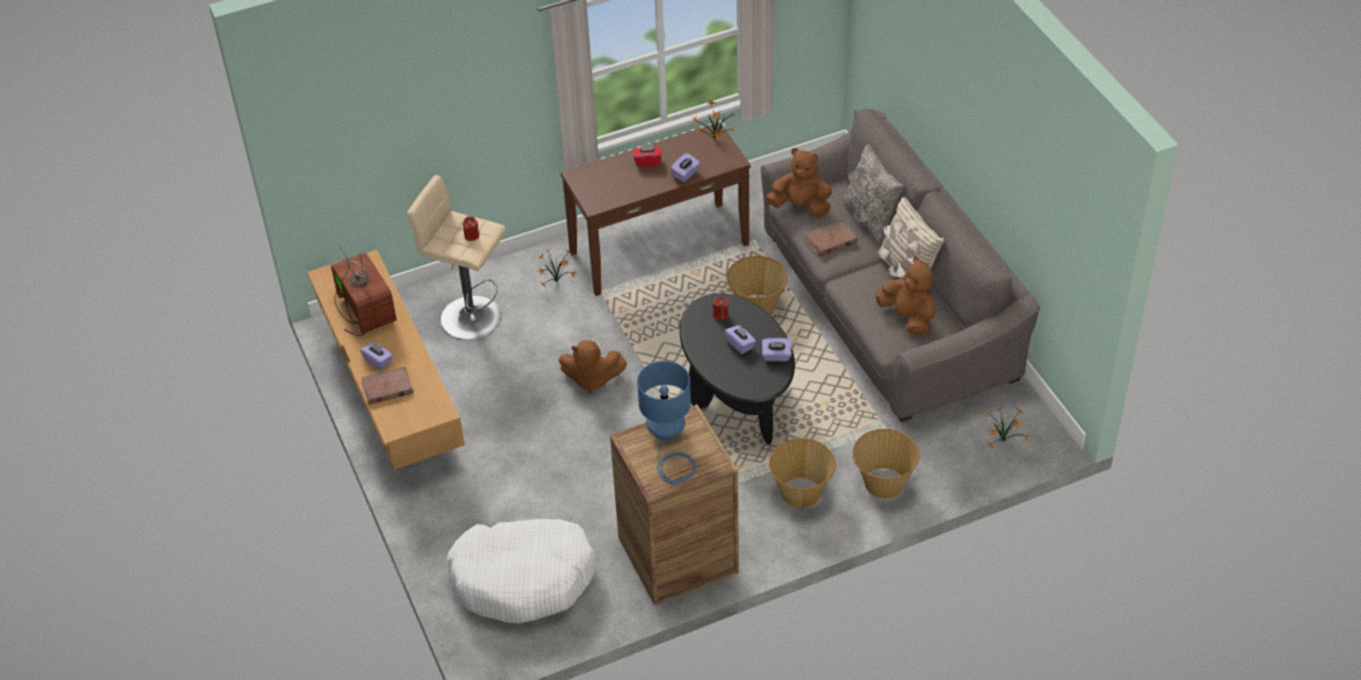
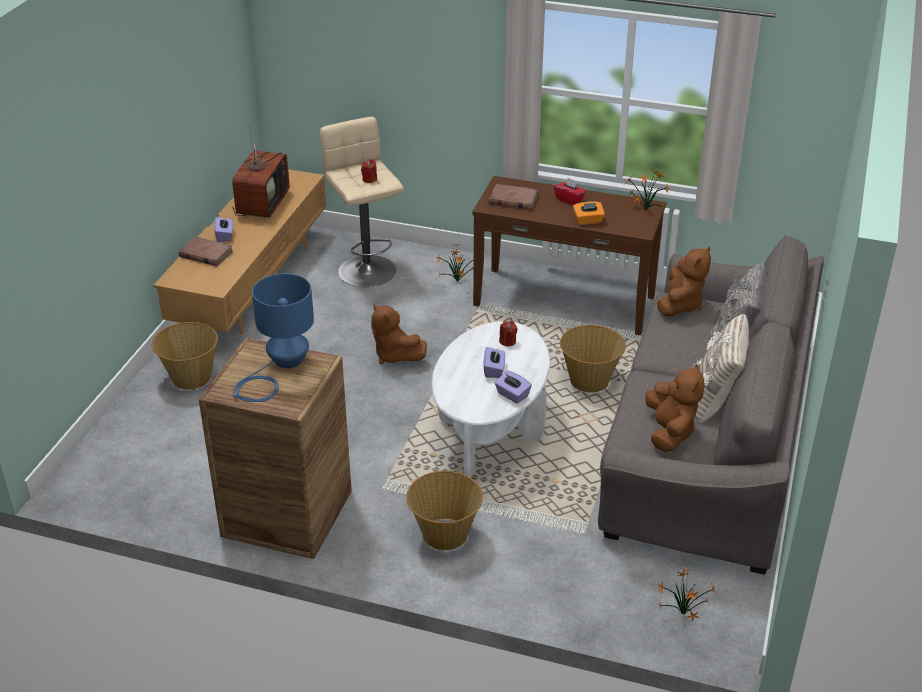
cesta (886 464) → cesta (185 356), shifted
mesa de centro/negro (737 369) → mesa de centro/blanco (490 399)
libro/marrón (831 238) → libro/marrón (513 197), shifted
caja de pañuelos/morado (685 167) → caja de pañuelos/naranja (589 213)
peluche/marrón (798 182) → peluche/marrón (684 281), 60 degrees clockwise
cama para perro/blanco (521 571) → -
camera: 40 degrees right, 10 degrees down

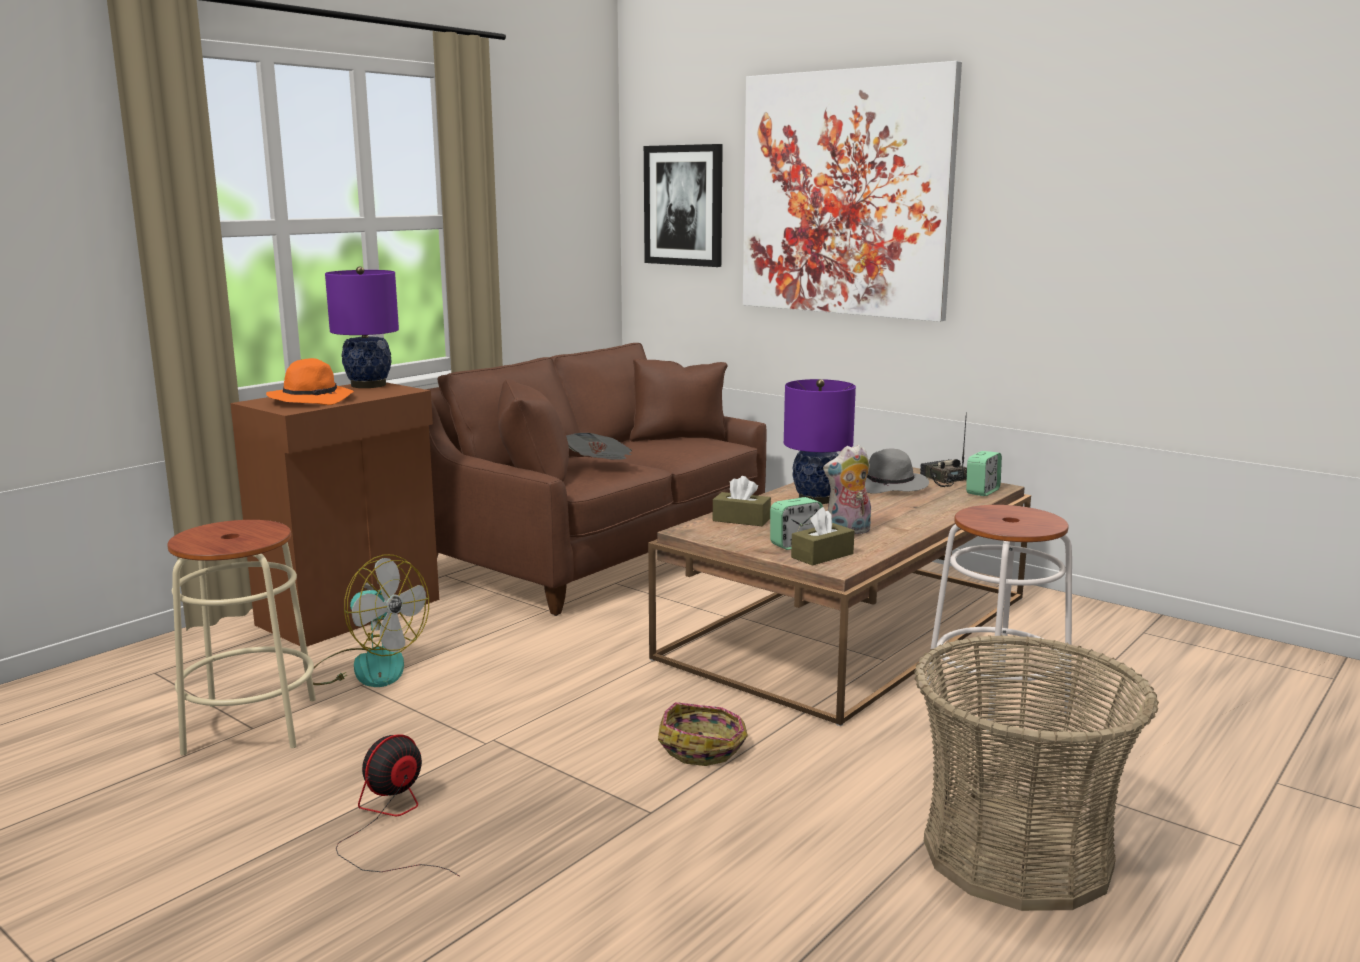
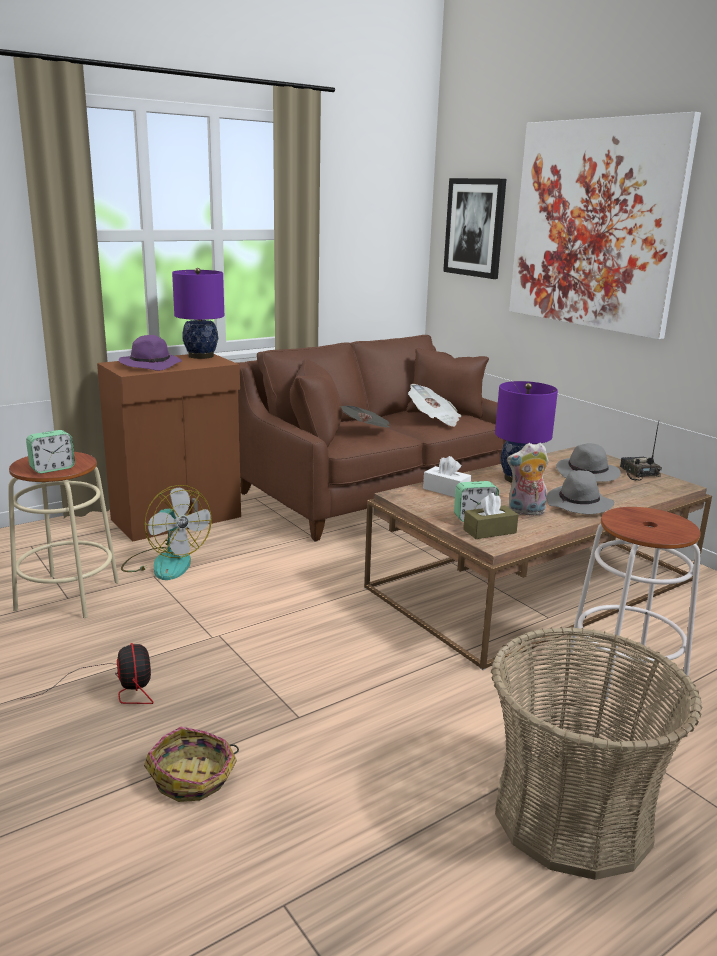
ventilador (398 805) → ventilador (88 673), 105 degrees clockwise
despertador (984 473) → despertador (50 451), shifted
sombrero/naranja (310 381) → sombrero/morado (150 353)
cesta (703 734) → cesta (191 764), shifted
- → periódico (434 405)
caja de pañuelos/marrón (742 501) → caja de pañuelos/blanco (447 476)
- → sombrero/gris (580 492)
camera: 15 degrees right, 5 degrees up

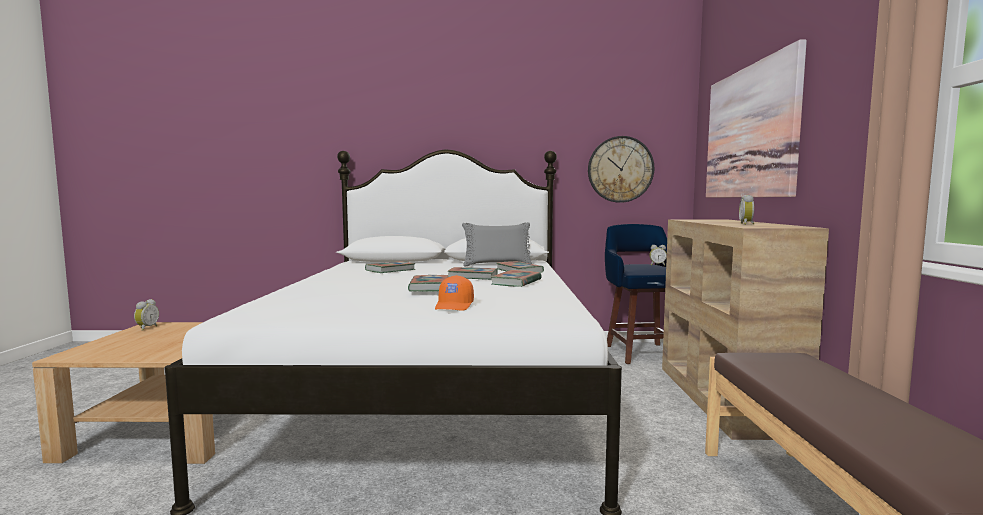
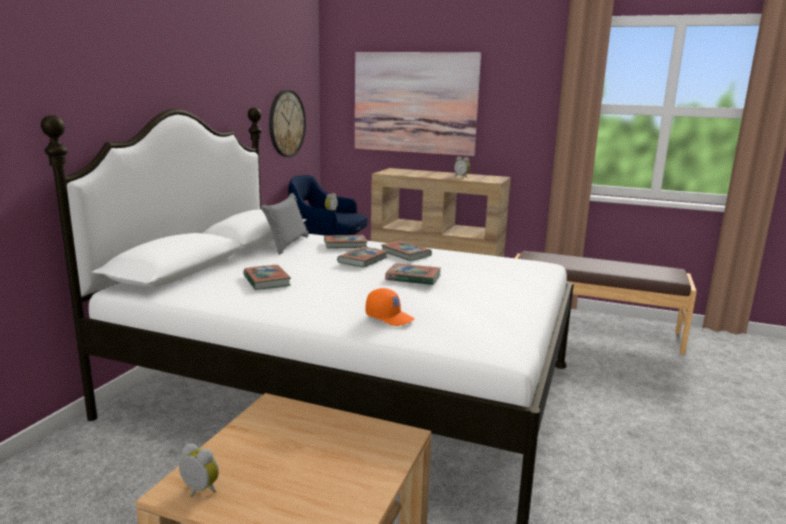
gorra/naranja (454 293) → gorra/naranja (390 307), shifted
camera: 70 degrees left, 10 degrees up

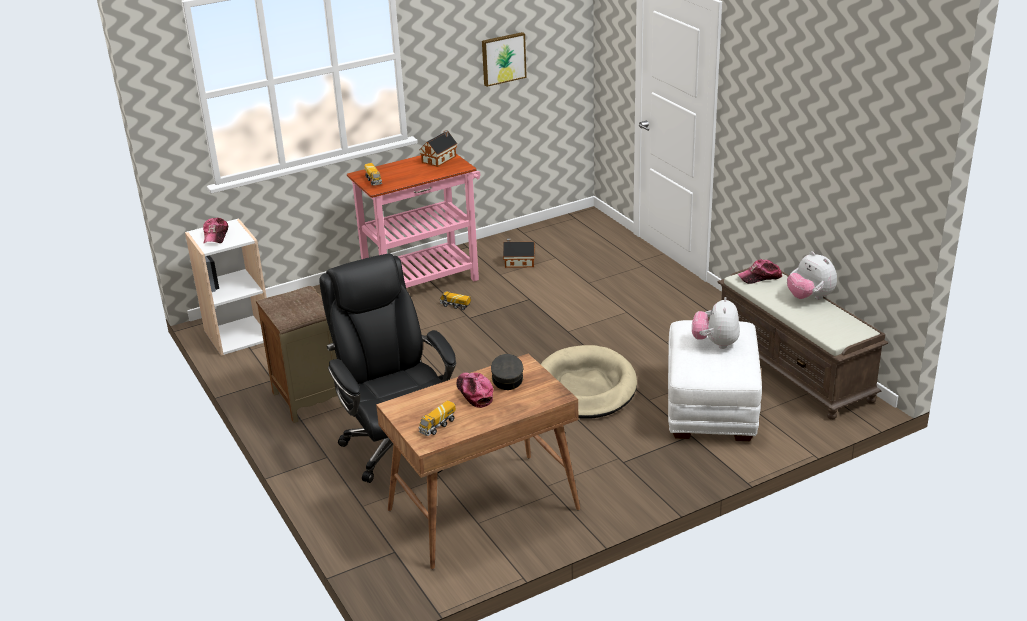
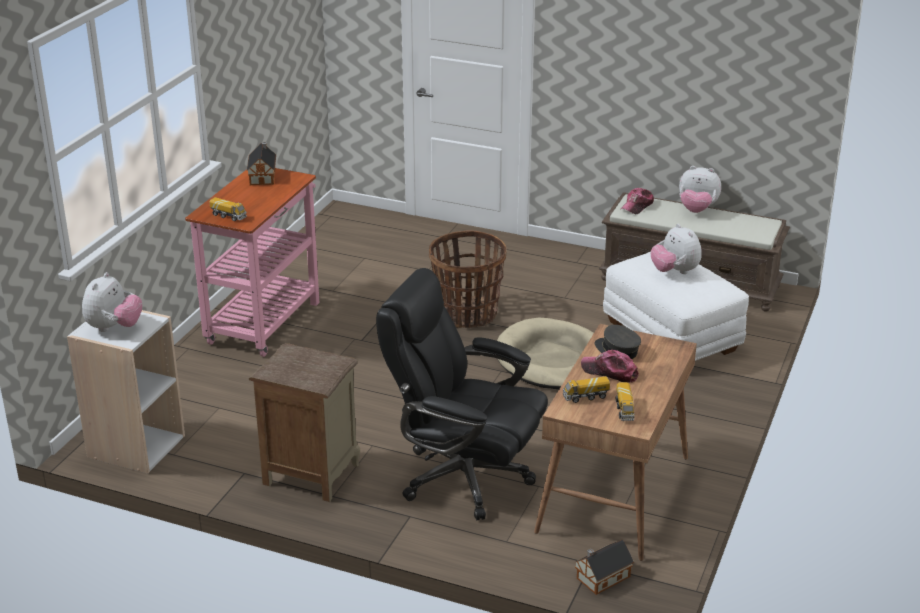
gorra (215 230) → peluche (112 302)
- → cesta (468 279)
camión de juguete (455 300) → camión de juguete (586 389), shifted
casita (519 253) → casita (604 567), shifted
cuadro (504 59) → -
camera: 40 degrees left, 0 degrees up

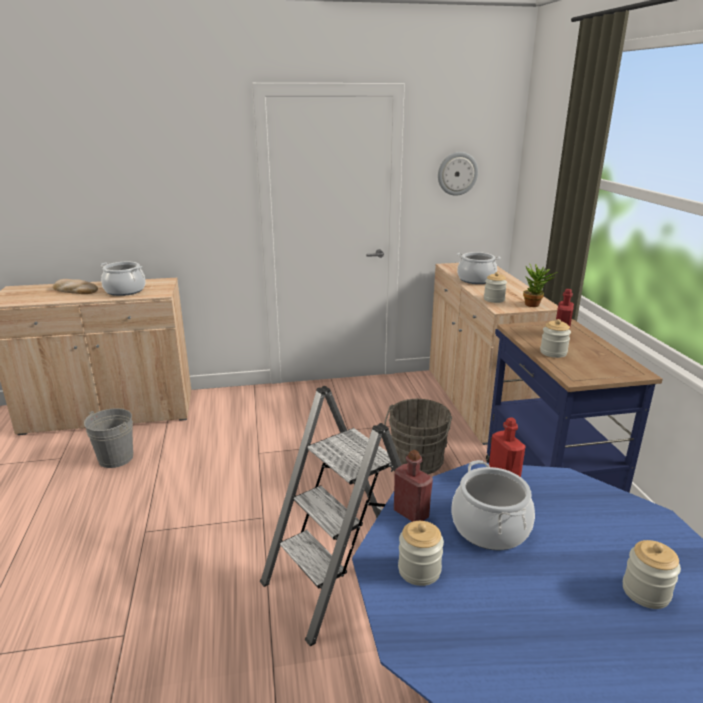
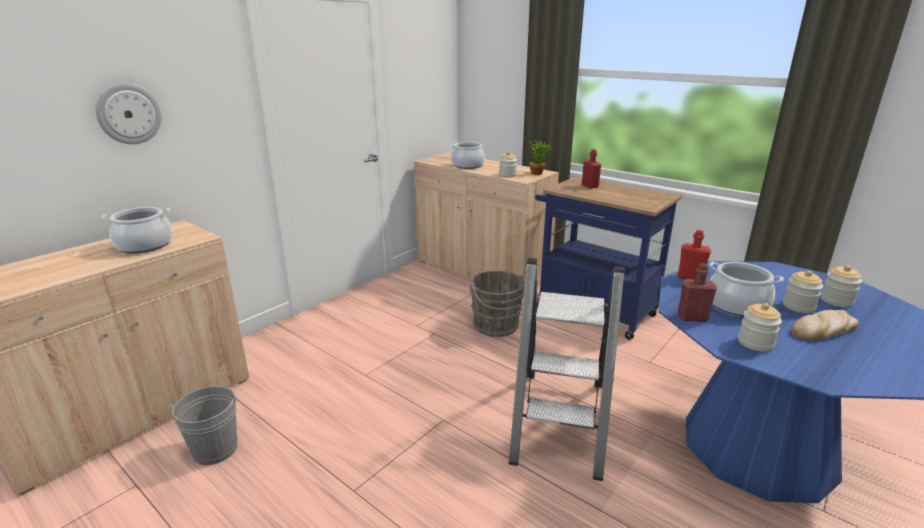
reloj de pared (458 174) → reloj de pared (128 113), shifted
tarro (555 338) → tarro (803 291), shifted
pan (75 286) → pan (824 325), shifted
camera: 40 degrees left, 0 degrees up

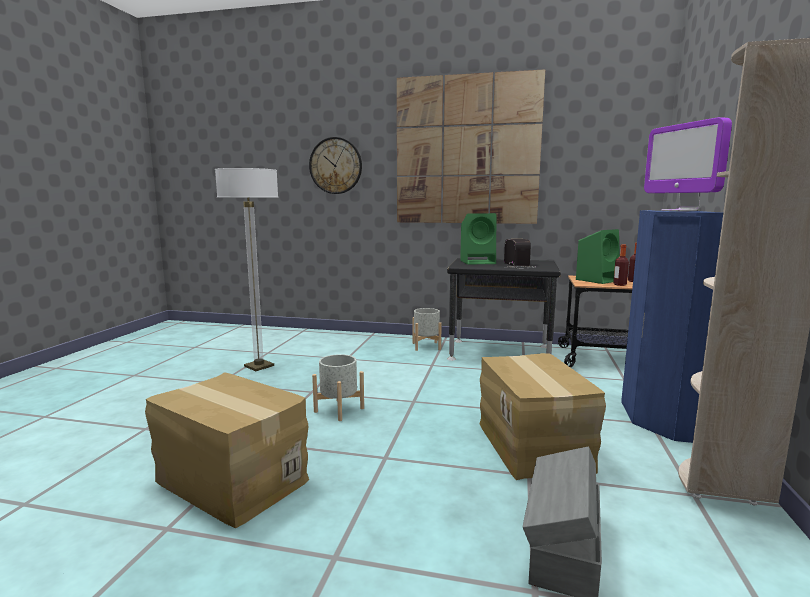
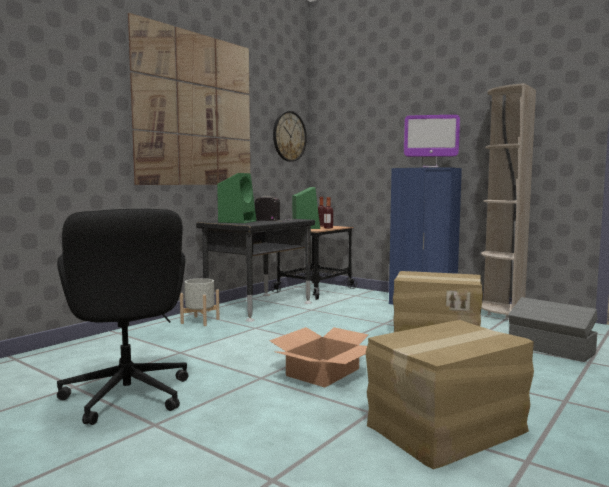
lámpara de pie (247 269) → silla de oficina/negro (122 317)
maceta/gris (338 387) → caja de cartón (318 357)
reloj de pared (335 165) → reloj de pared (290 136), shifted
camera: 65 degrees left, 5 degrees down

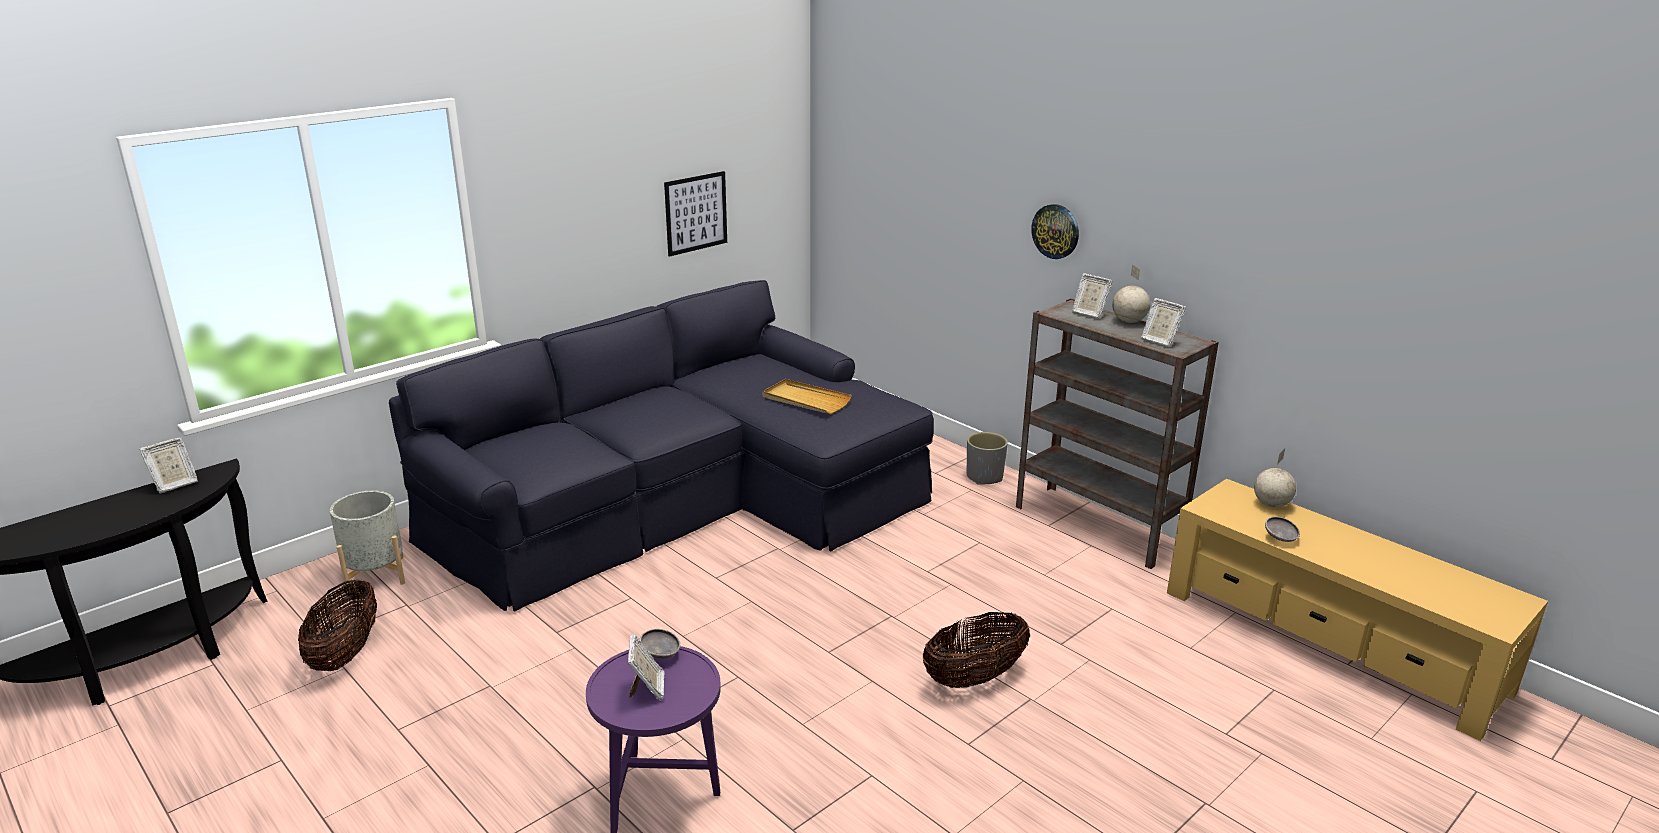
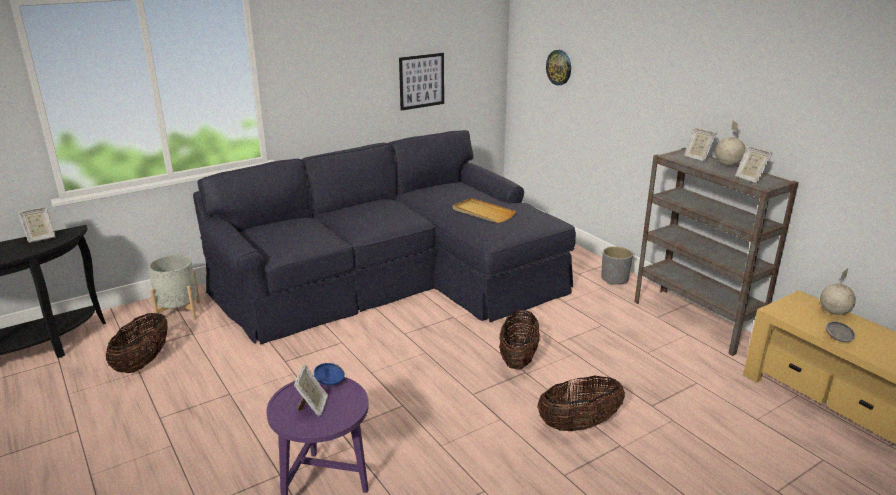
cuenco/gris (659 644) → cuenco/azul (329 374)
- → cesta (519 340)
reloj de pared (1055 231) → reloj de pared (558 67), shifted
camera: 10 degrees right, 0 degrees up

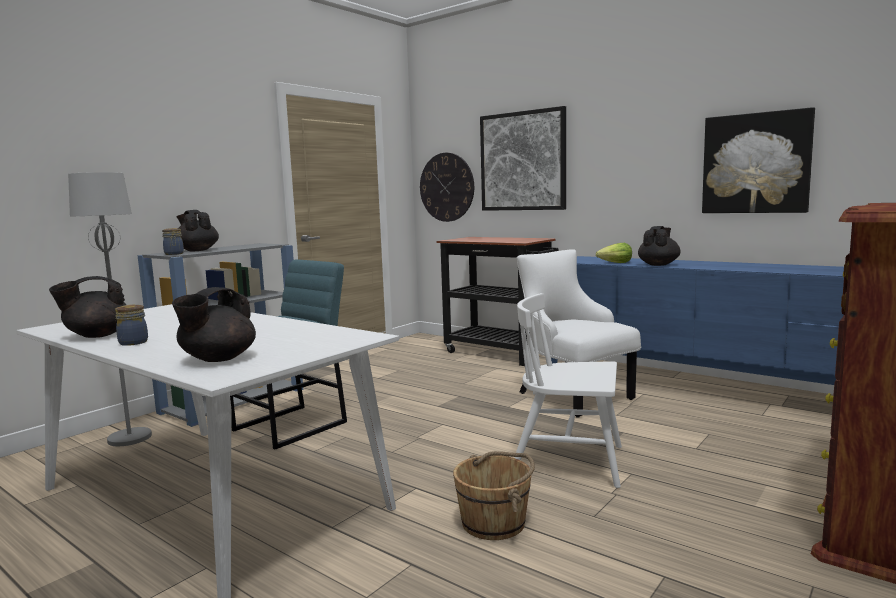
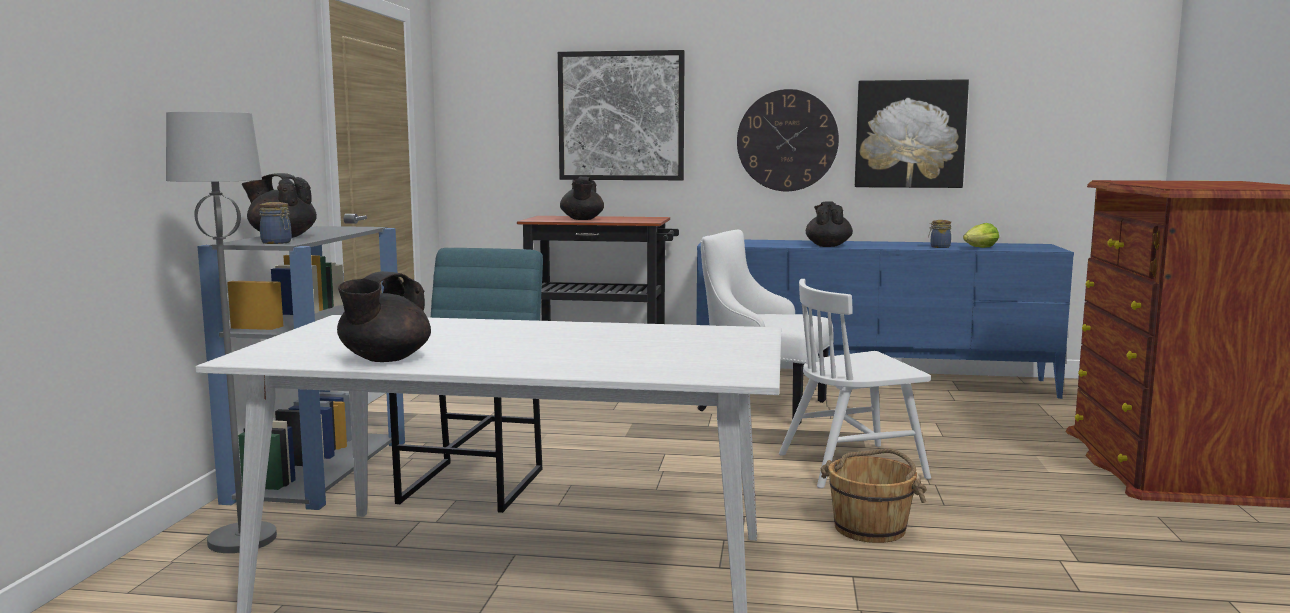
tetera/negro (214 324) → tetera/negro (582 198), shifted
reloj de pared (447 187) → reloj de pared (788 140), shifted
tarro (131 325) → tarro (940 234), shifted
lechuga (614 253) → lechuga (981 235), shifted
camera: 30 degrees left, 0 degrees up

